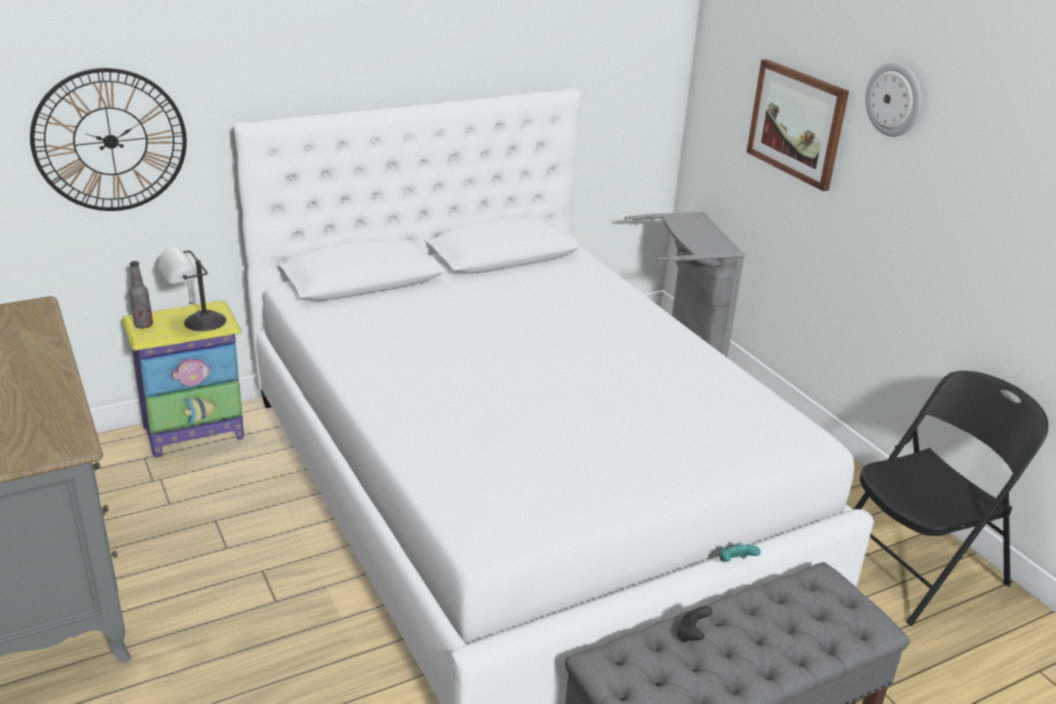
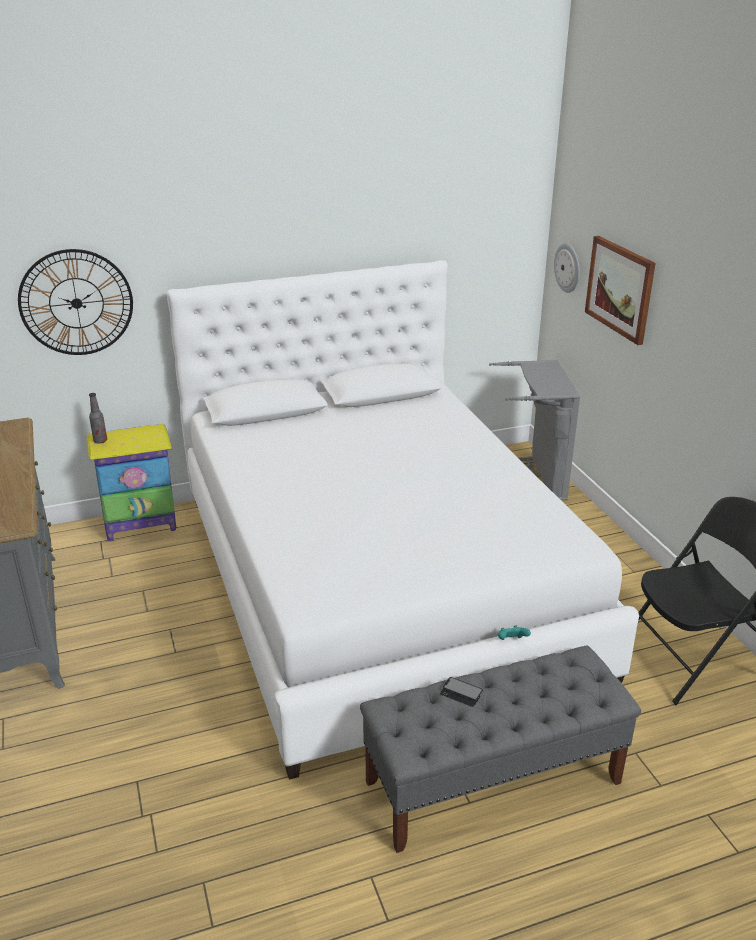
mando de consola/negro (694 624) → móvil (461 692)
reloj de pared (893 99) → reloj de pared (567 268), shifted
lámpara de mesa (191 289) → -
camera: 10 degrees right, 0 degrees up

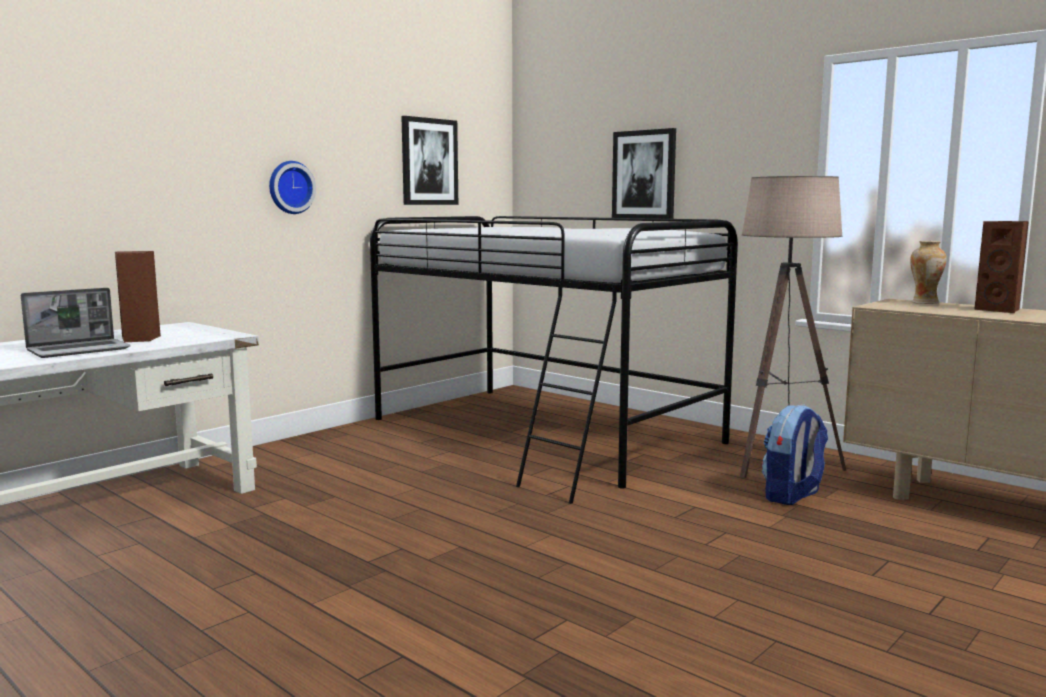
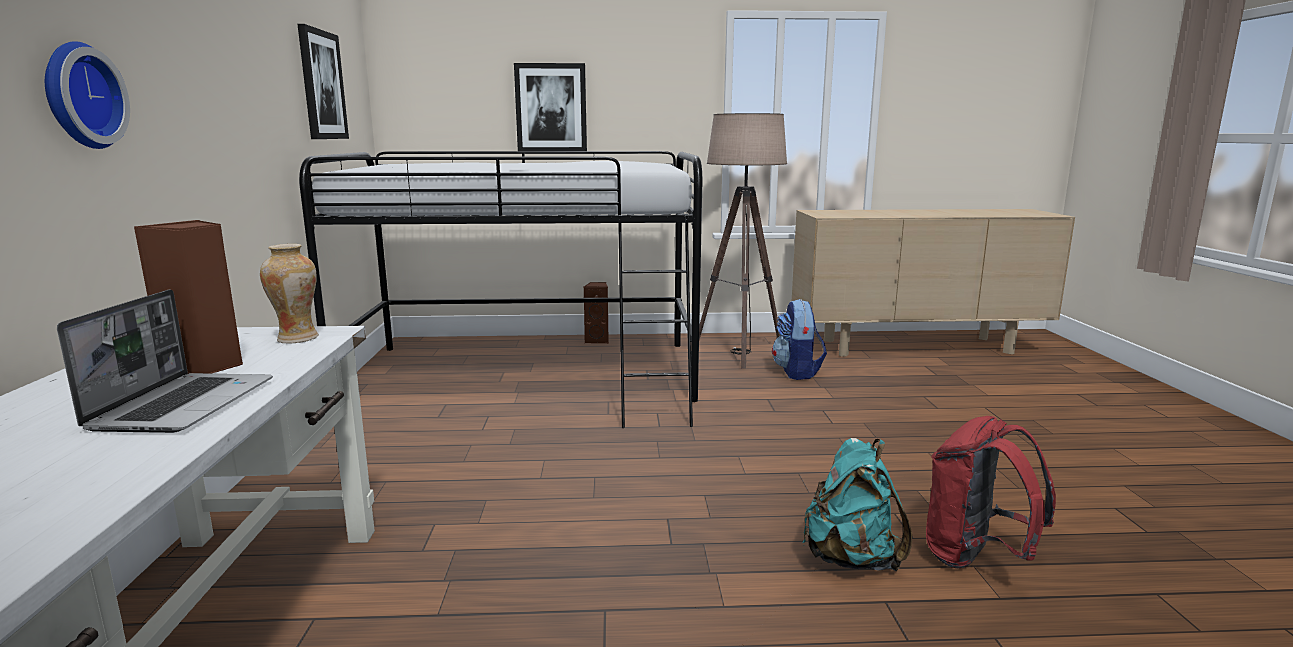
reloj de pared (292 187) → reloj de pared (87 95), shifted
florero (928 272) → florero (289 293), shifted
altavoz/marrón (1001 267) → altavoz/marrón (596 313), shifted
- → mochila/turquesa (857 504)
- → mochila/rojo (991 492)
camera: 45 degrees left, 5 degrees up

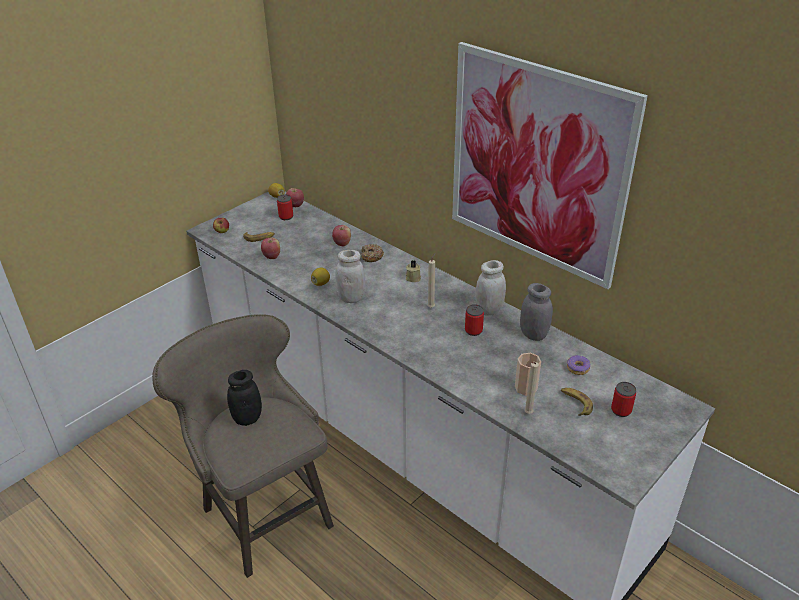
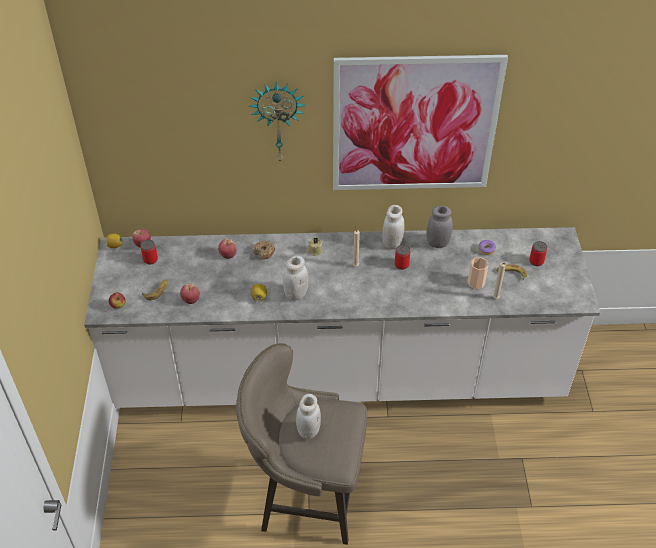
- → reloj de pared (277 121)
tarro/negro (244 398) → tarro/blanco (308 416)
camera: 45 degrees left, 10 degrees up

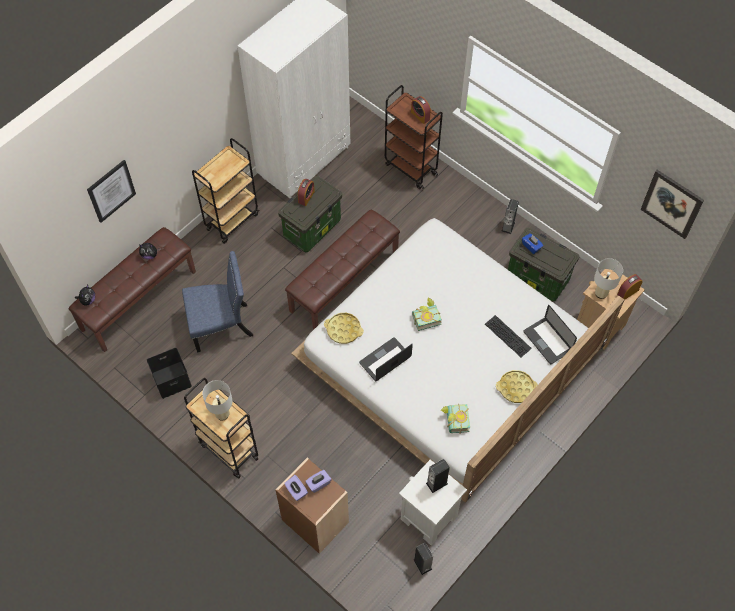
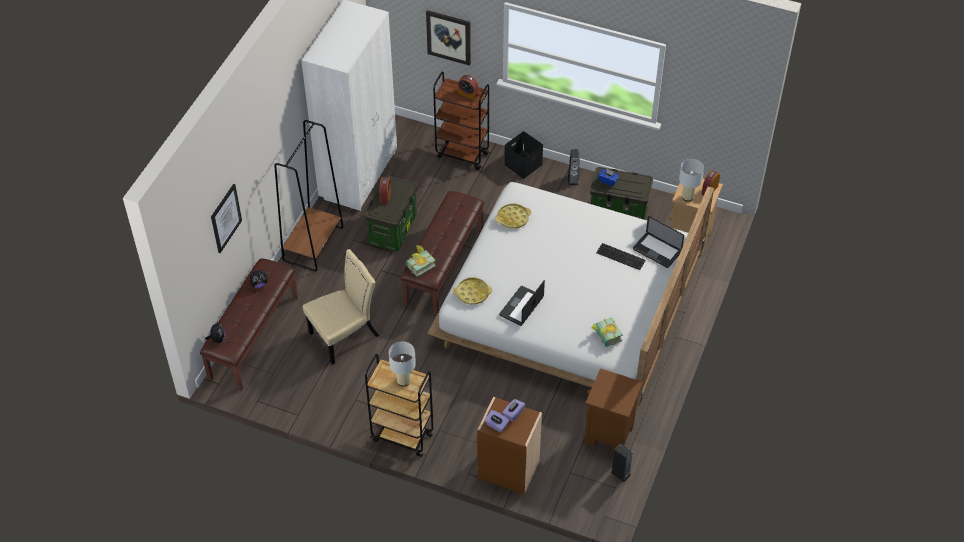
carrito/marrón (225 191) → perchero (308 195)
silla/azul (217 301) → silla/beis (341 307)
libro (427 314) → libro (421 261), shifted
cuadro (672 204) → cuadro (448 38), shifted
bandeja/amarillo (517 386) → bandeja/amarillo (513 216), shifted
caja de almacenaje/negro (169 373) → caja de almacenaje/negro (523 155), shifted
mesita de noche/blanco (433 502) → mesita de noche/marrón (614 411)
altavoz (438 476) → -
camera: 20 degrees left, 10 degrees down

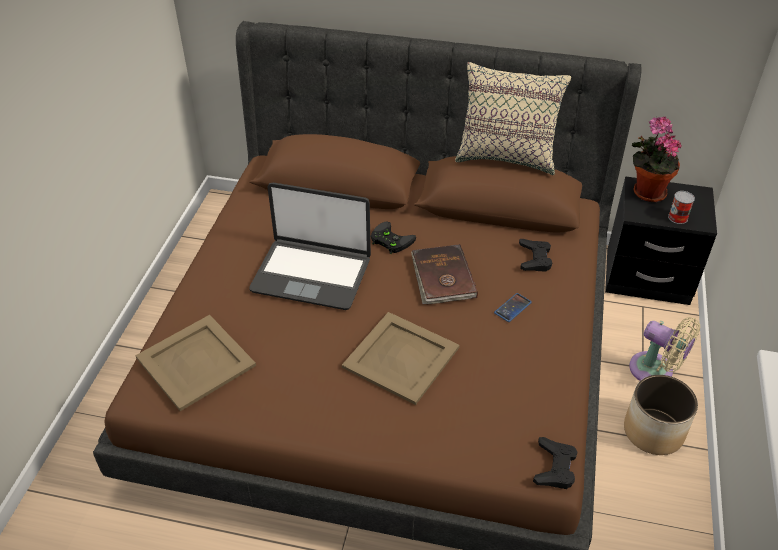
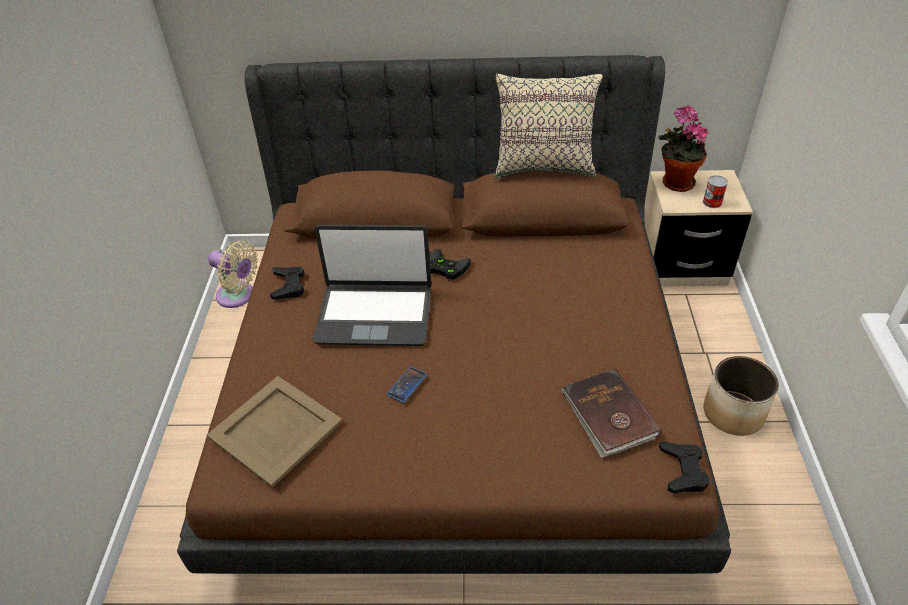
ventilador/beis (664 349) → ventilador/beis (233 274), shifted
mando de consola/negro (535 255) → mando de consola/negro (287 283), shifted
móvil (513 307) → móvil (406 384), shifted
libro/marrón (444 274) → libro/marrón (611 413), shifted
mesita de noche/negro (661 240) → mesita de noche/beis (698 228)
bandeja/beis (401 358) → -
camera: 10 degrees left, 0 degrees up

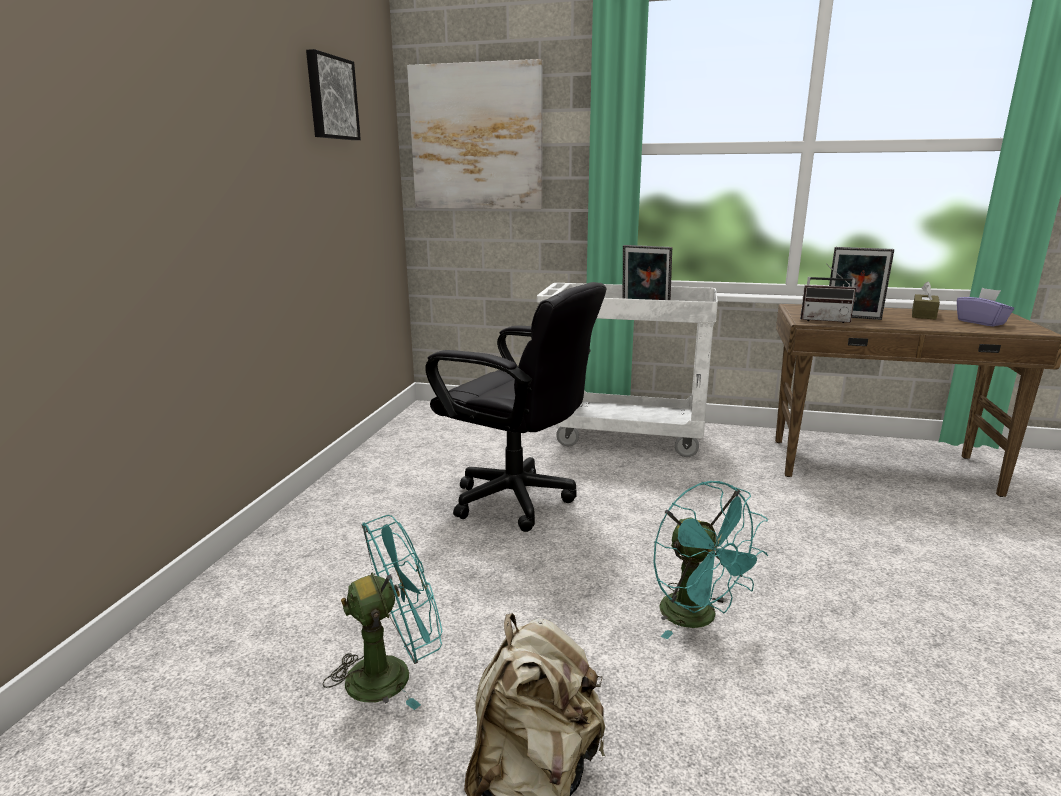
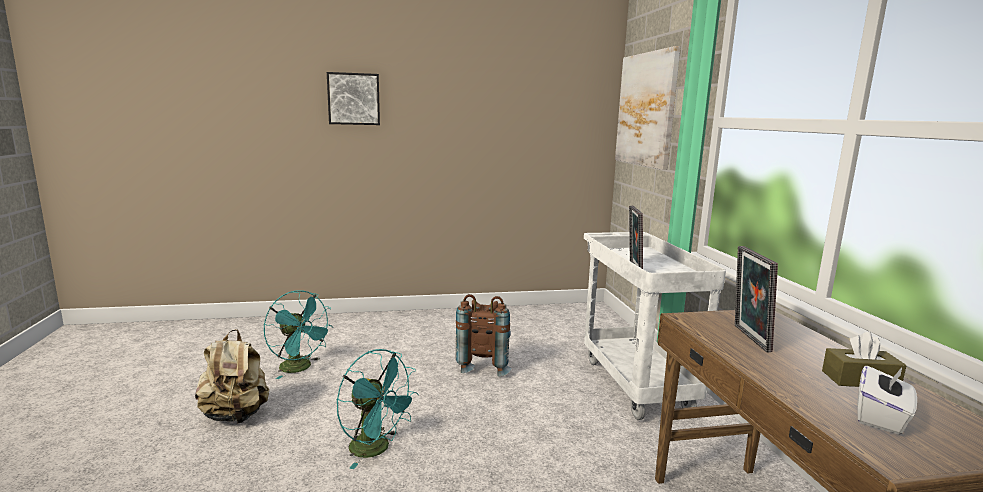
cuadro (333 94) → cuadro (353 98), shifted
ventilador/turquesa (710 560) → ventilador/turquesa (378 409), 90 degrees counterclockwise
silla de oficina/negro (515 407) → mochila/marrón (483 335)
caja de pañuelos/morado (985 307) → caja de pañuelos/blanco (887 400)
radio (828 293) → -
camera: 65 degrees right, 5 degrees down

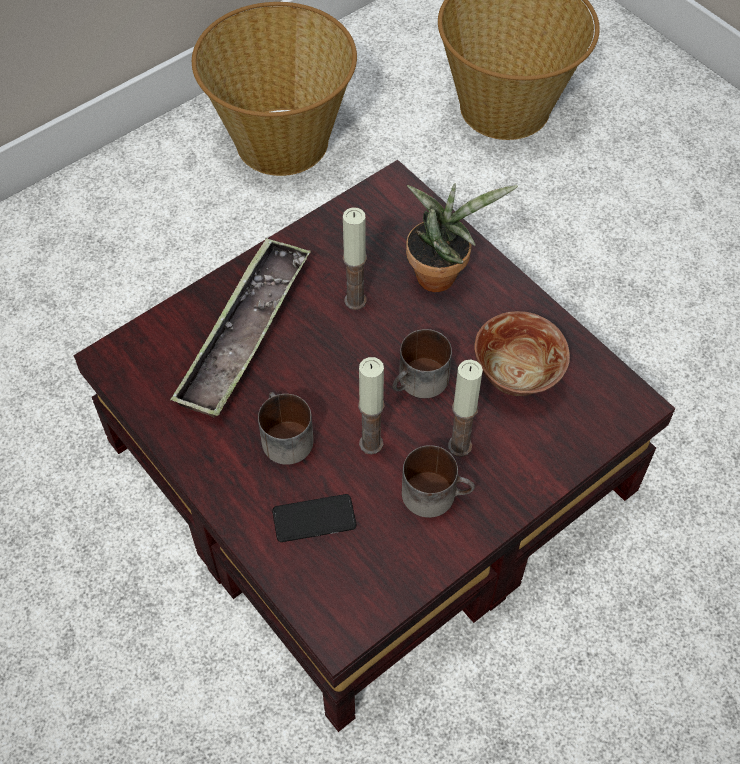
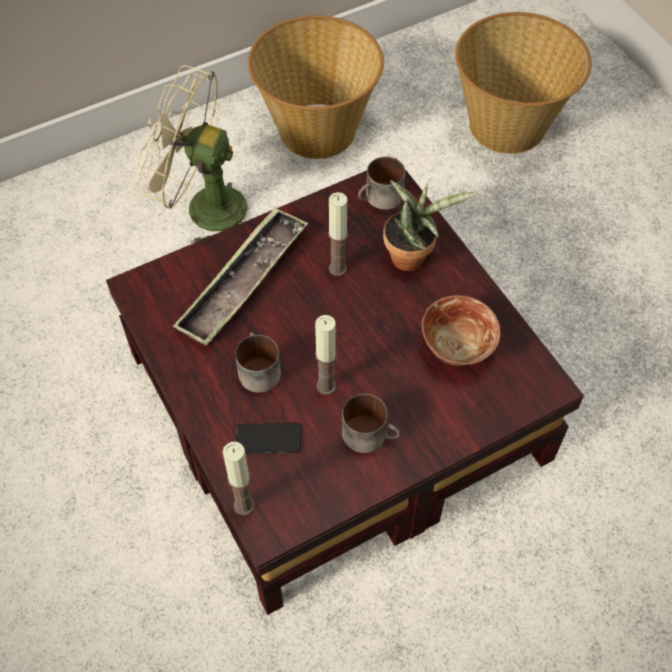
- → ventilador/beis (193 154)
vela (465 408) → vela (239 478), shifted
taza grande (422 363) → taza grande (382 183), shifted
camera: 10 degrees right, 0 degrees up

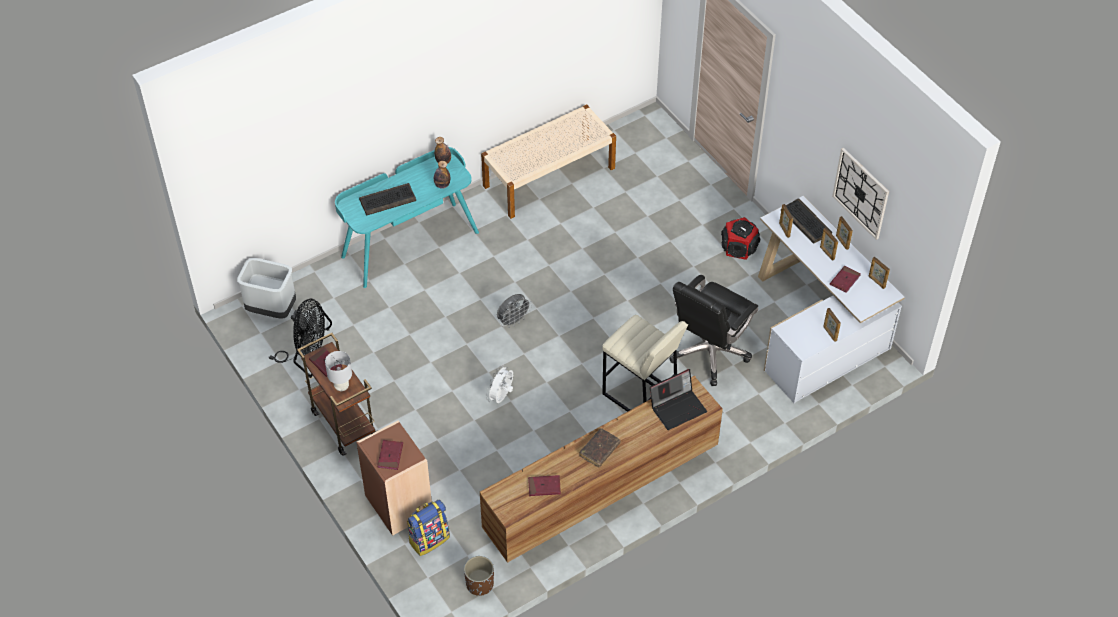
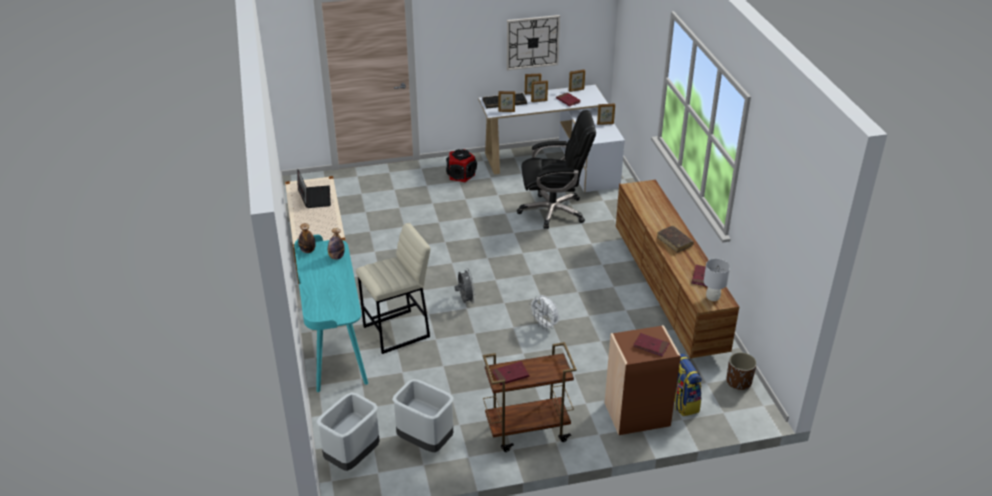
portátil (678 399) → portátil (314 189), shifted
taburete/beis (645 363) → taburete/beis (393 288), shifted
ventilador/negro (300 338) → papelera/gris (423 415)
silla de oficina/negro (713 330) → silla de oficina/negro (556 169), 60 degrees counterclockwise
lámpara de mesa/gris (338 371) → lámpara de mesa/gris (717 280), shifted
teclado (387 199) → -
camera: 70 degrees left, 15 degrees down

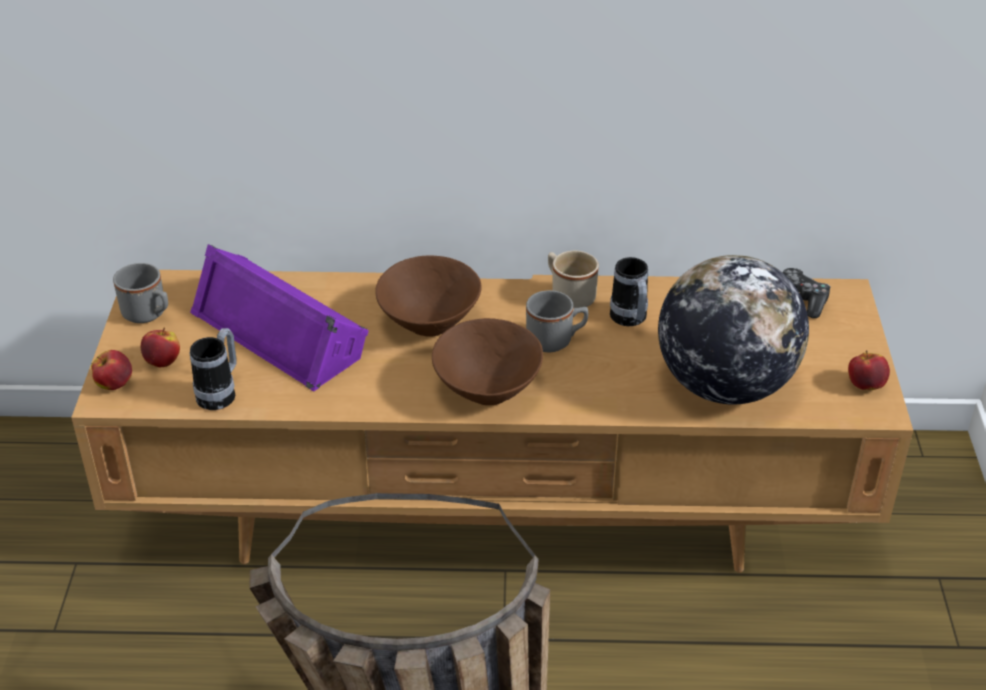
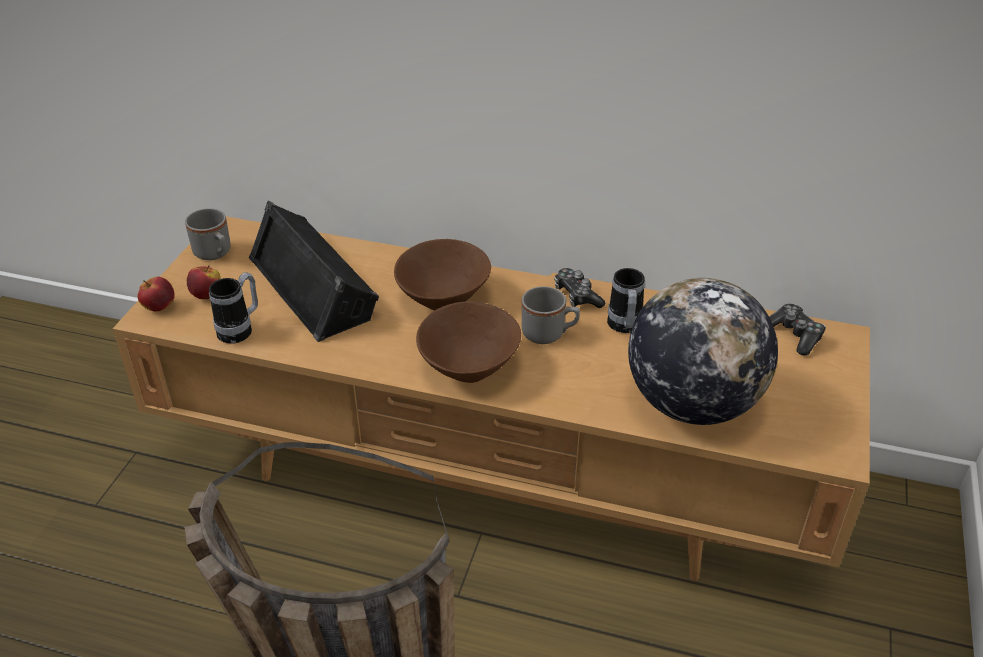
altavoz/morado (279 318) → altavoz/negro (314 271)
taza grande/beis (573 279) → mando de consola (580 288)
manzana (869 370) → -
camera: 15 degrees right, 0 degrees up

